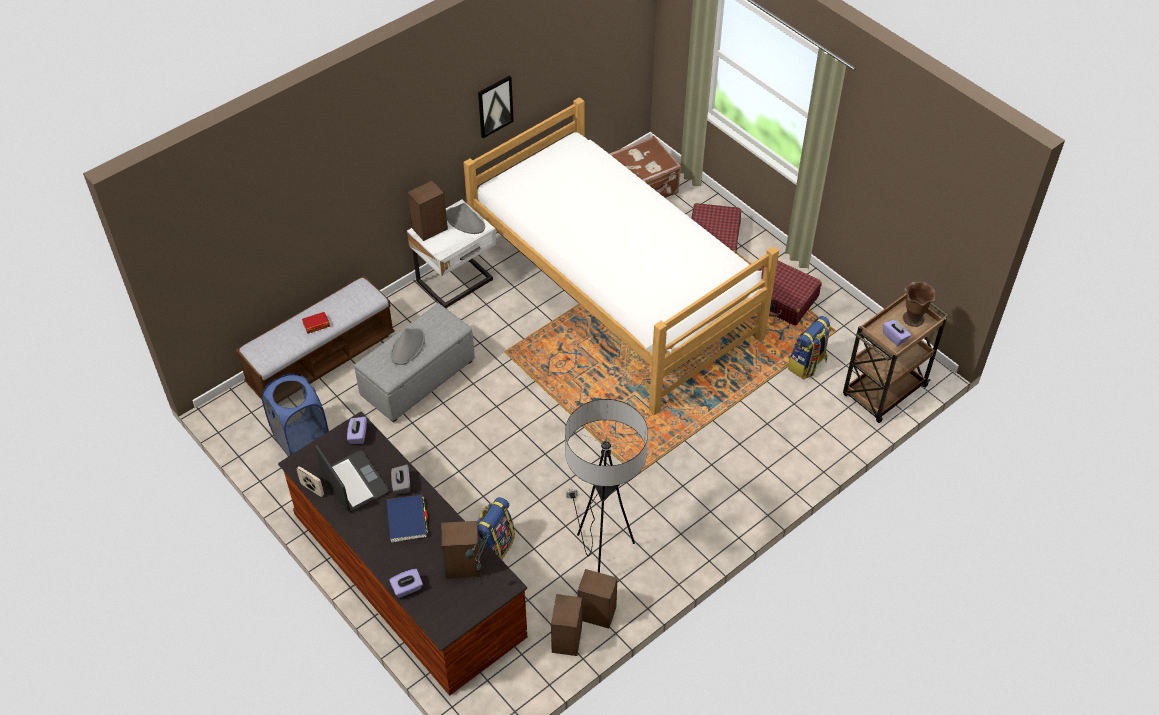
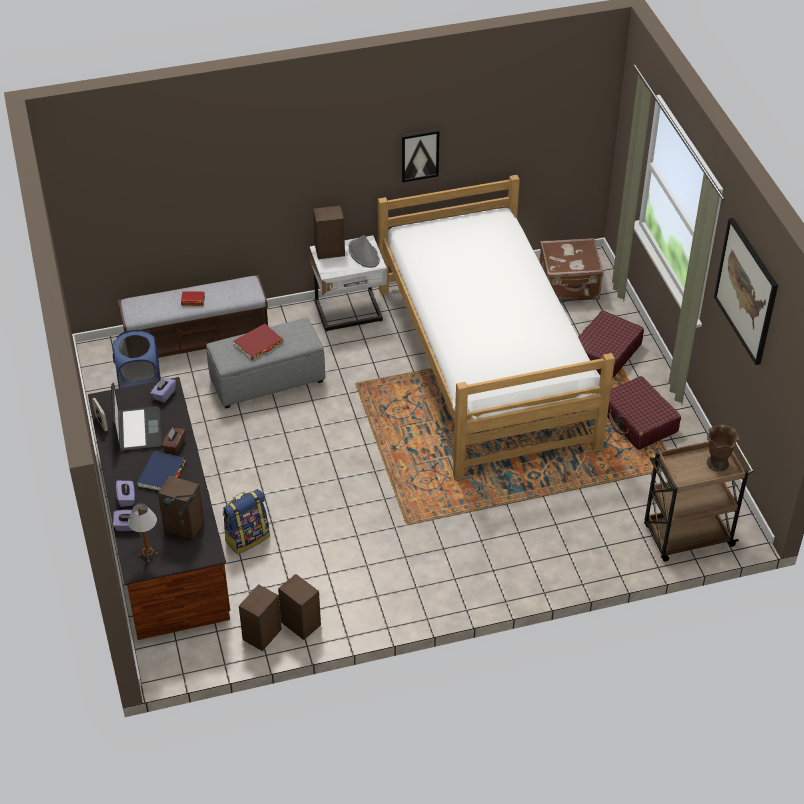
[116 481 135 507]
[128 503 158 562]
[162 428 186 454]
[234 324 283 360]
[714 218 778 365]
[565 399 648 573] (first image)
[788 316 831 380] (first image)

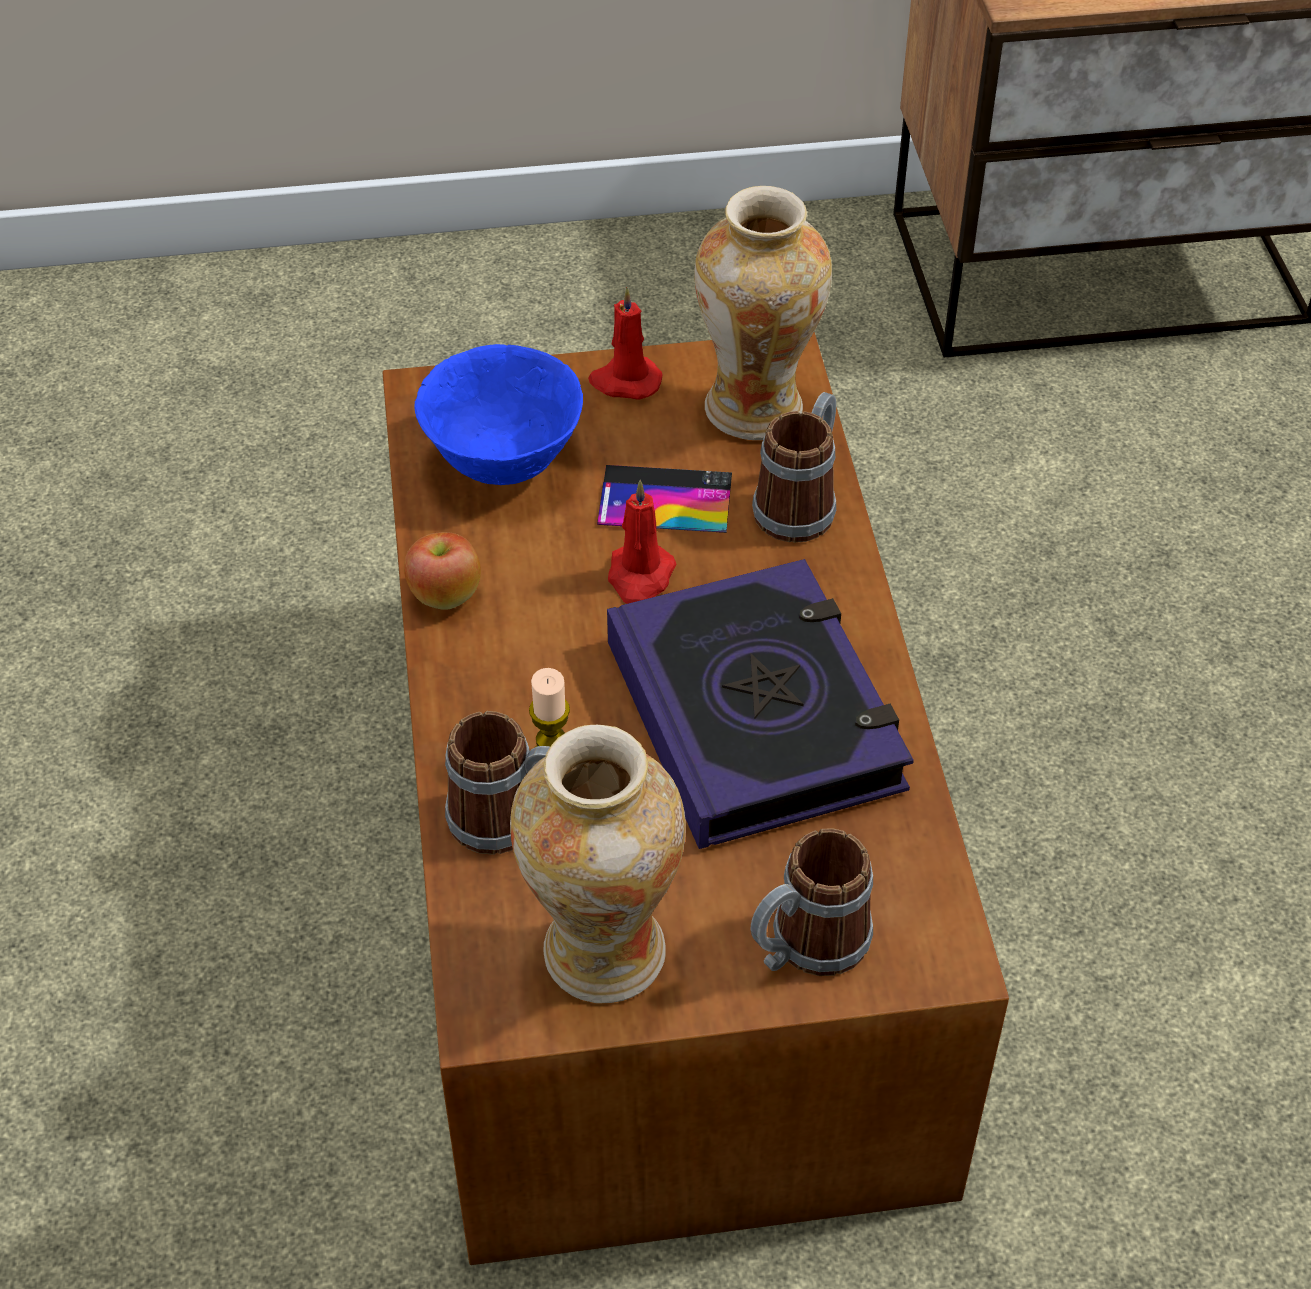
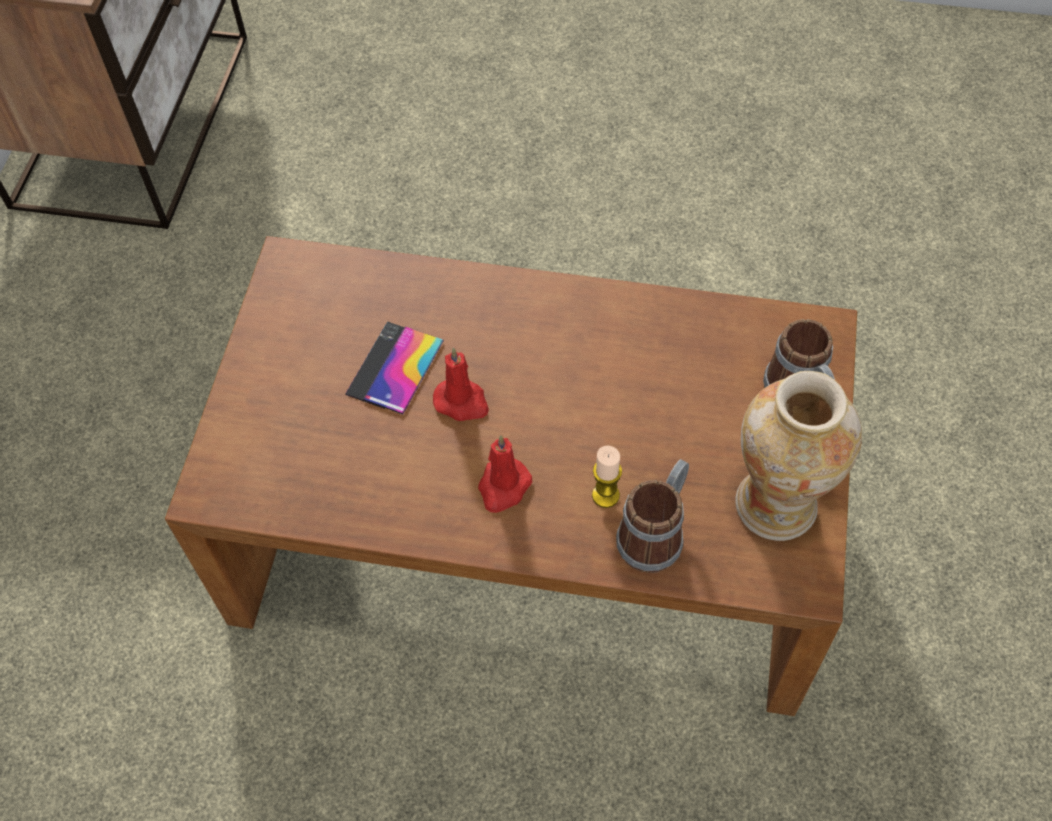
[478 435 532 513]
[404 532 481 610] (first image)
[415 344 583 485] (first image)
[607 559 914 849] (first image)
[695 186 832 440] (first image)
[752 392 836 543] (first image)

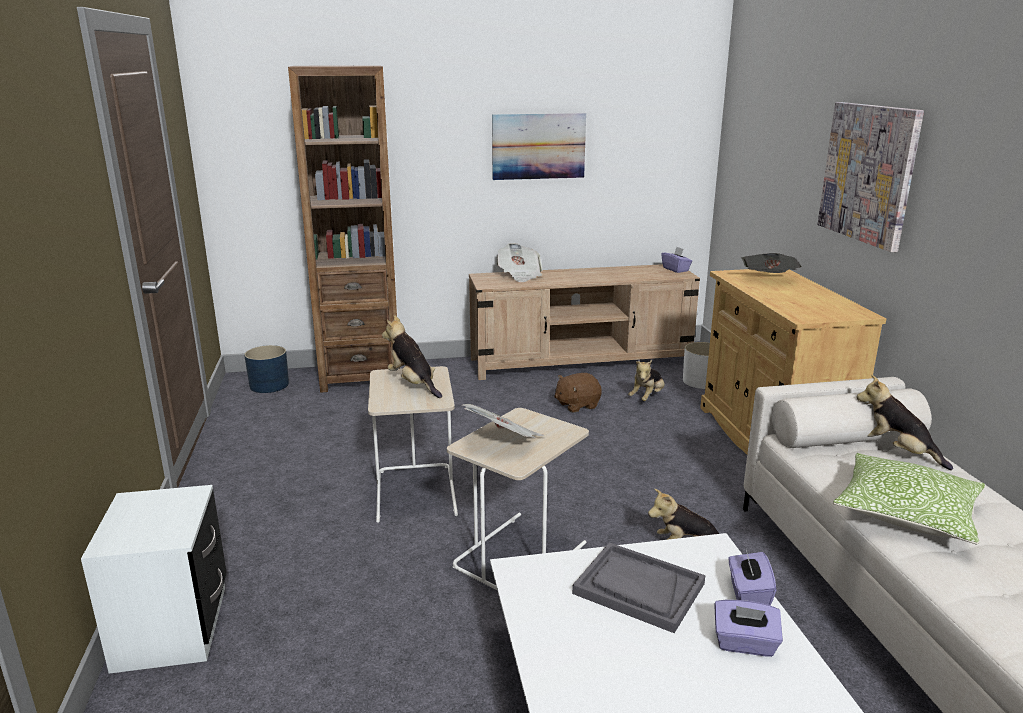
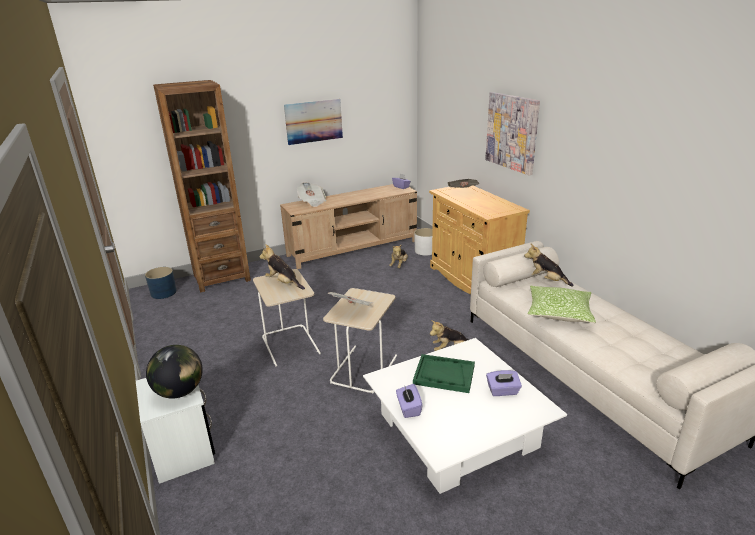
[146 345 203 398]
[396 384 423 418]
[413 354 475 393]
[554 373 602 412] (first image)

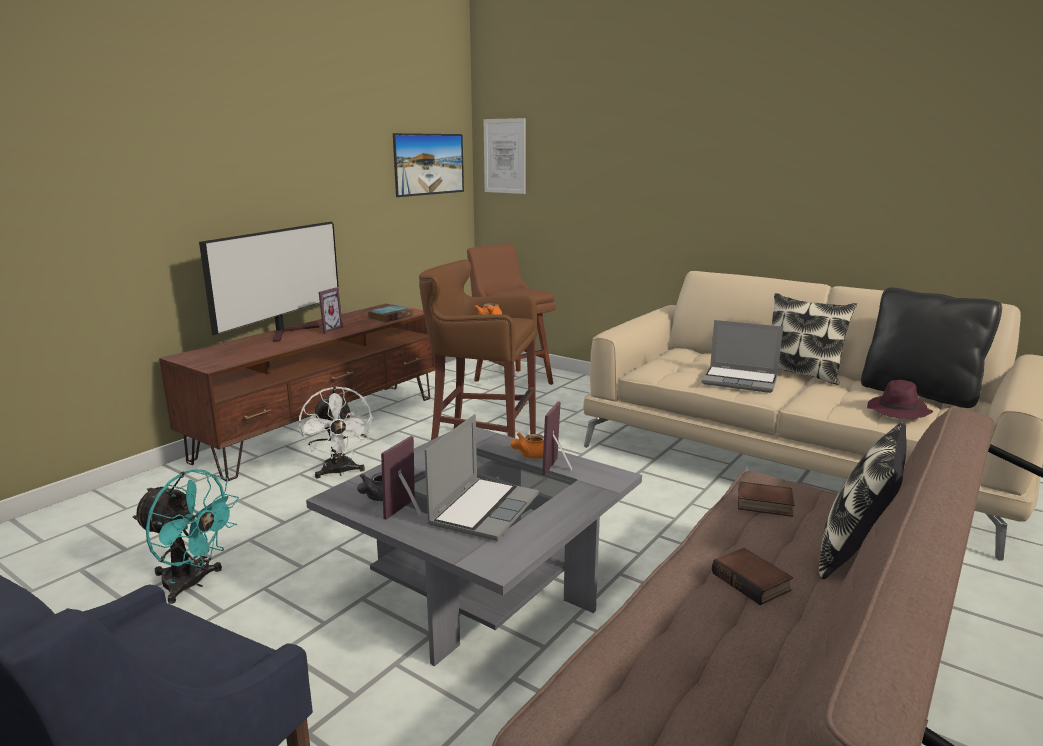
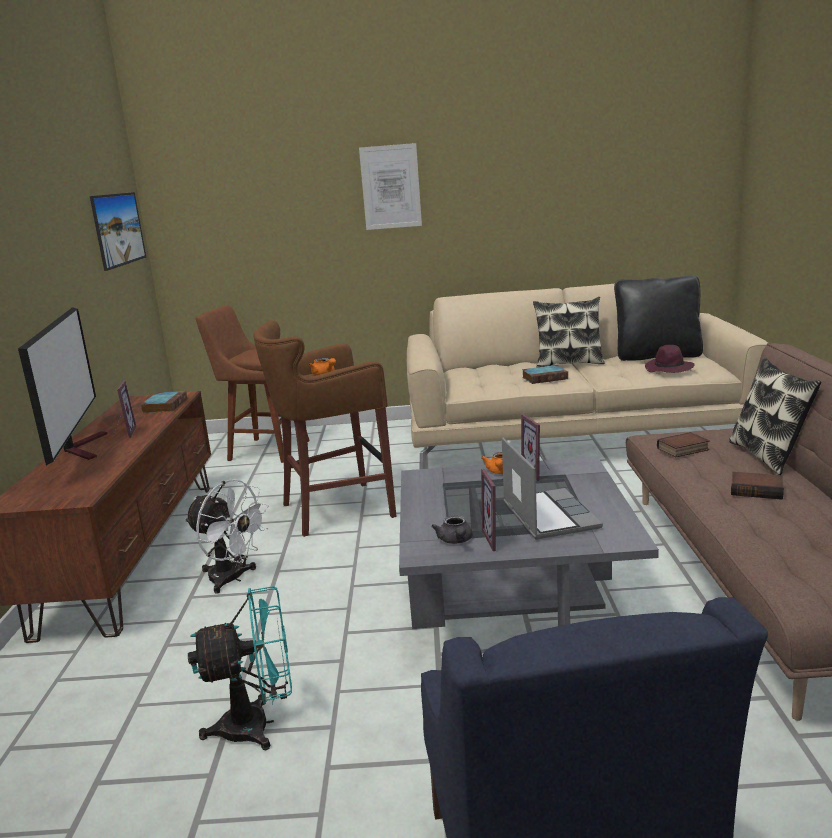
[359 143 422 230]
[522 365 568 384]

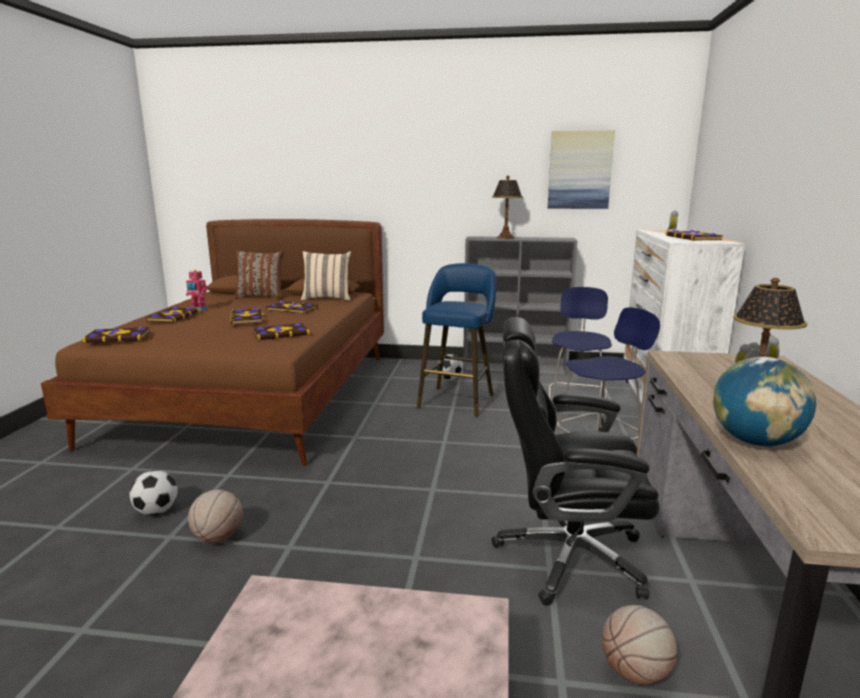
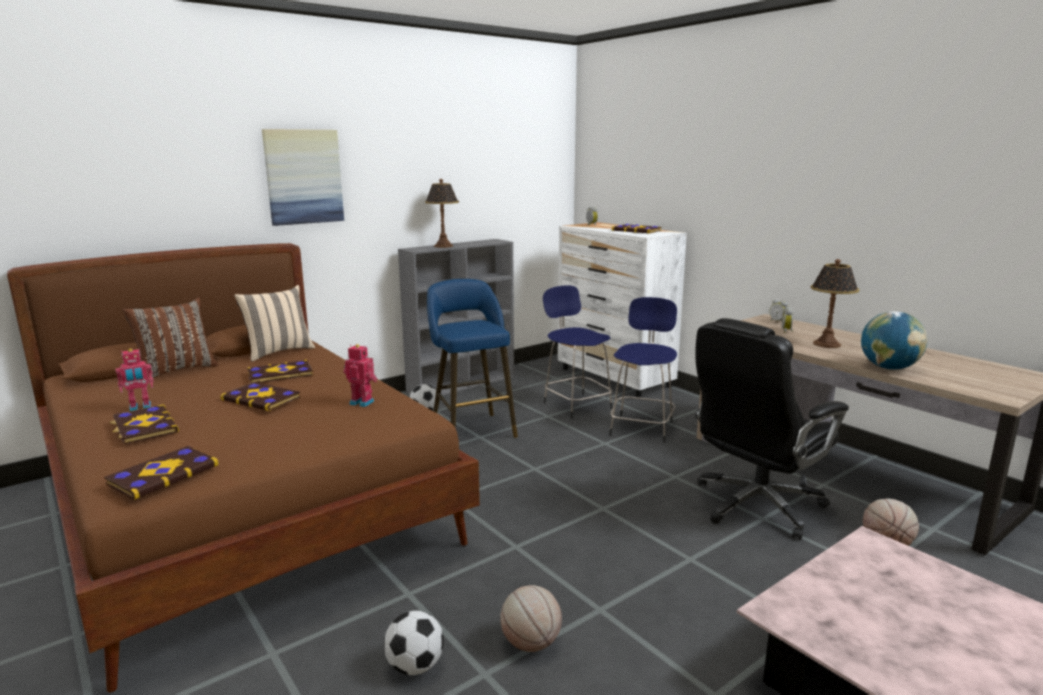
[262 129 344 226]
[343 344 378 407]

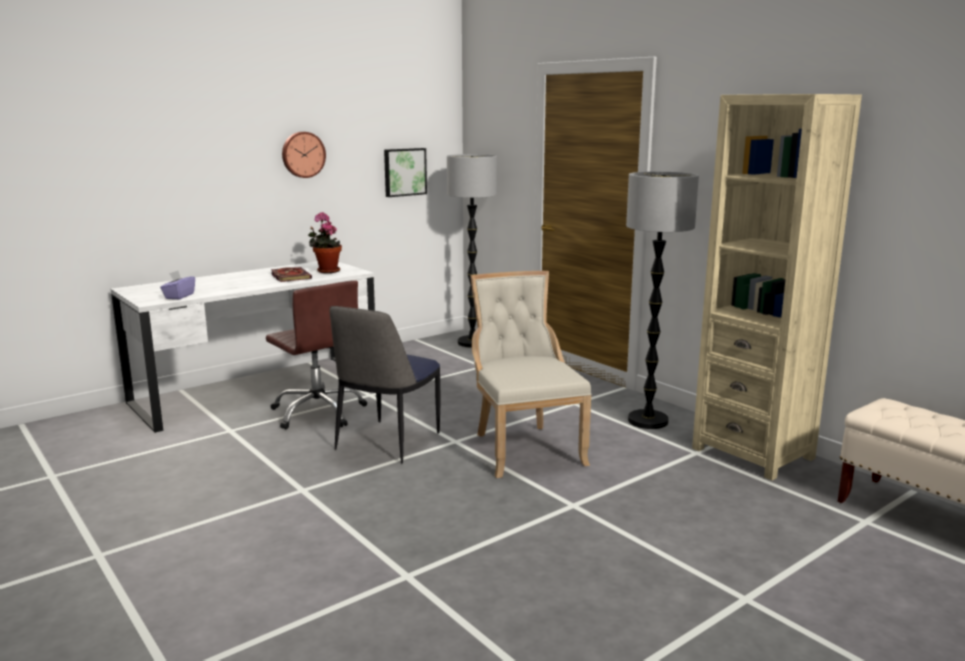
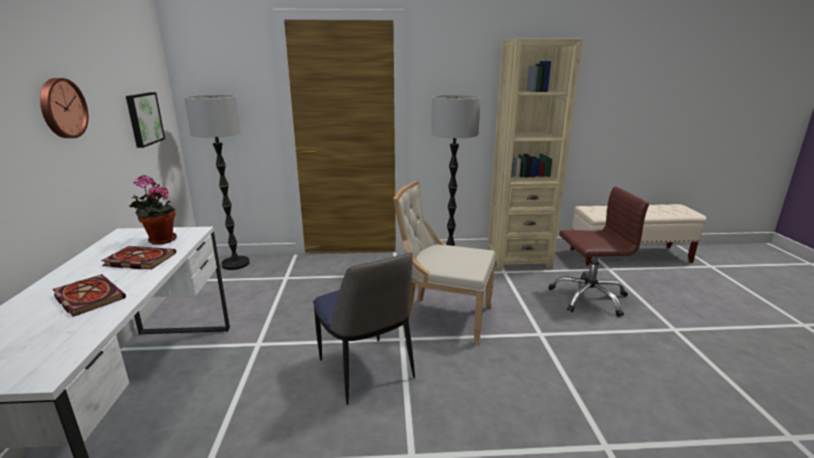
[52 274 126 317]
[549 186 649 317]
[160 270 195 299] (first image)

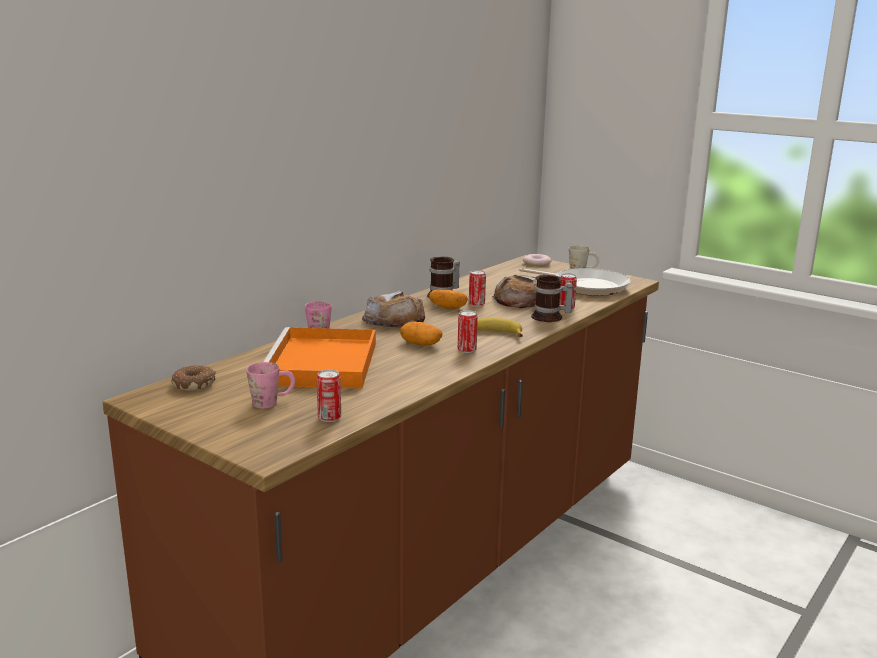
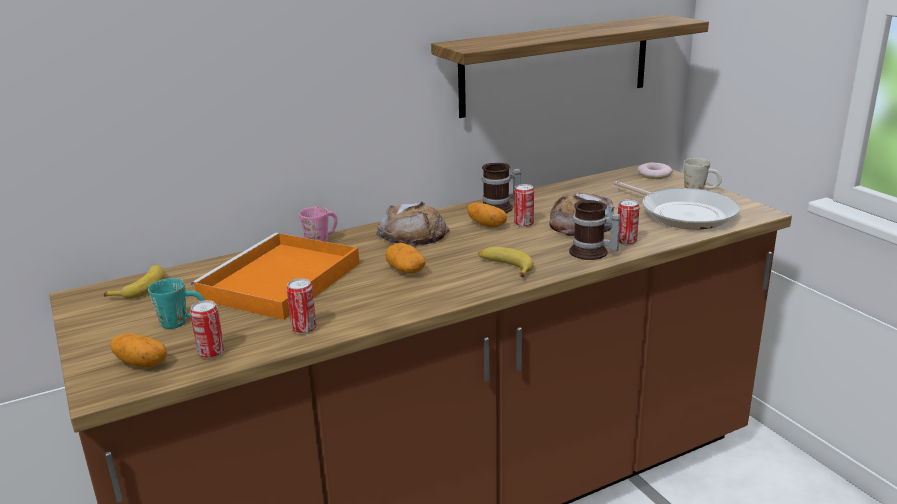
[104 265 164 299]
[110 333 167 368]
[148 278 205 329]
[287 278 317 334]
[431 15 709 118]

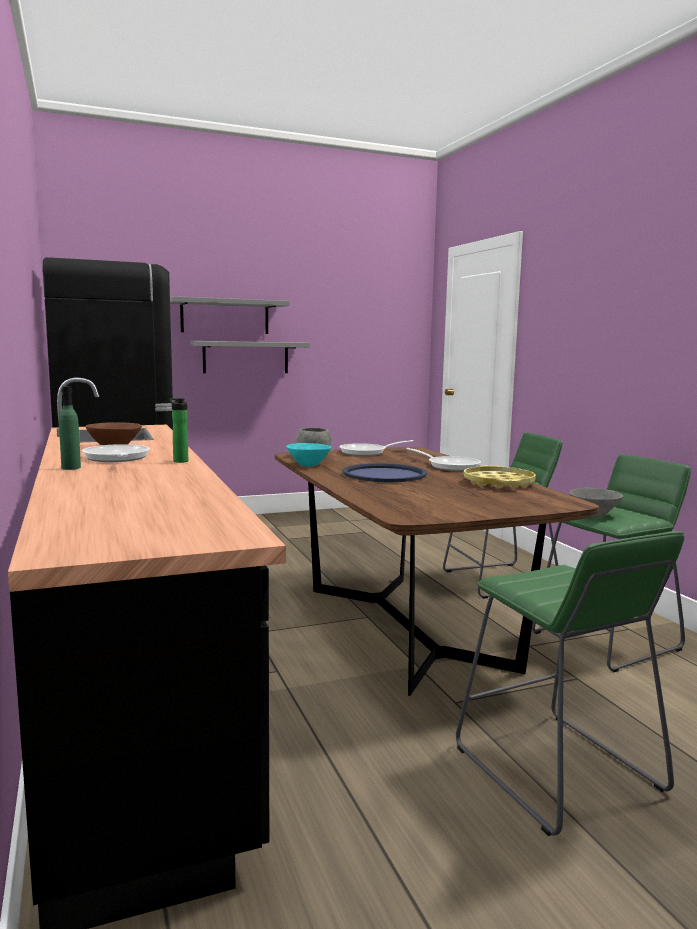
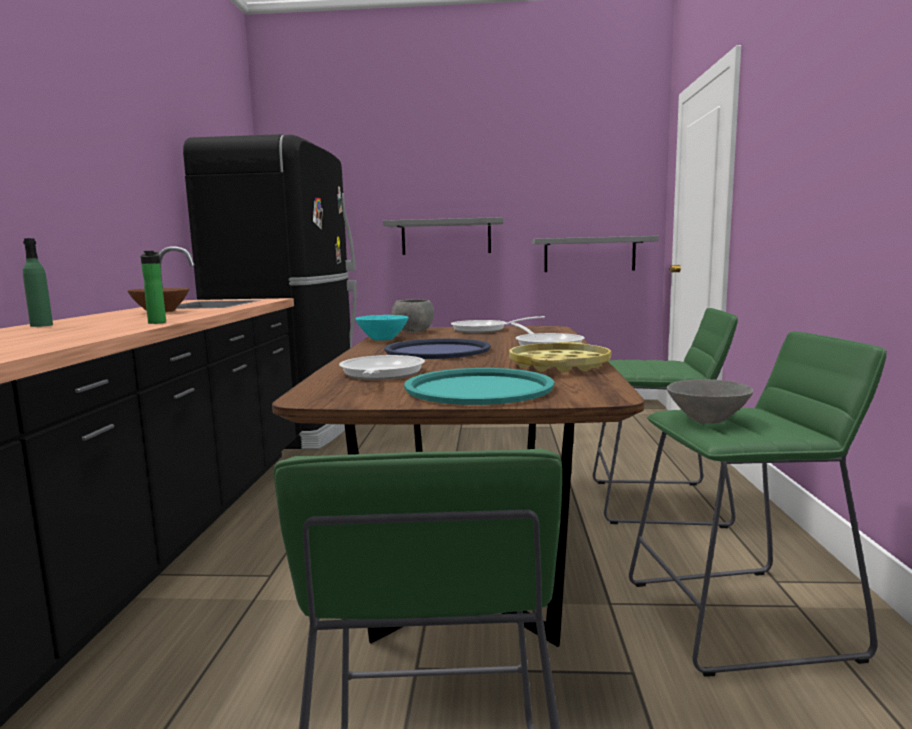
[339 355 425 380]
[404 368 554 405]
[532 236 659 272]

